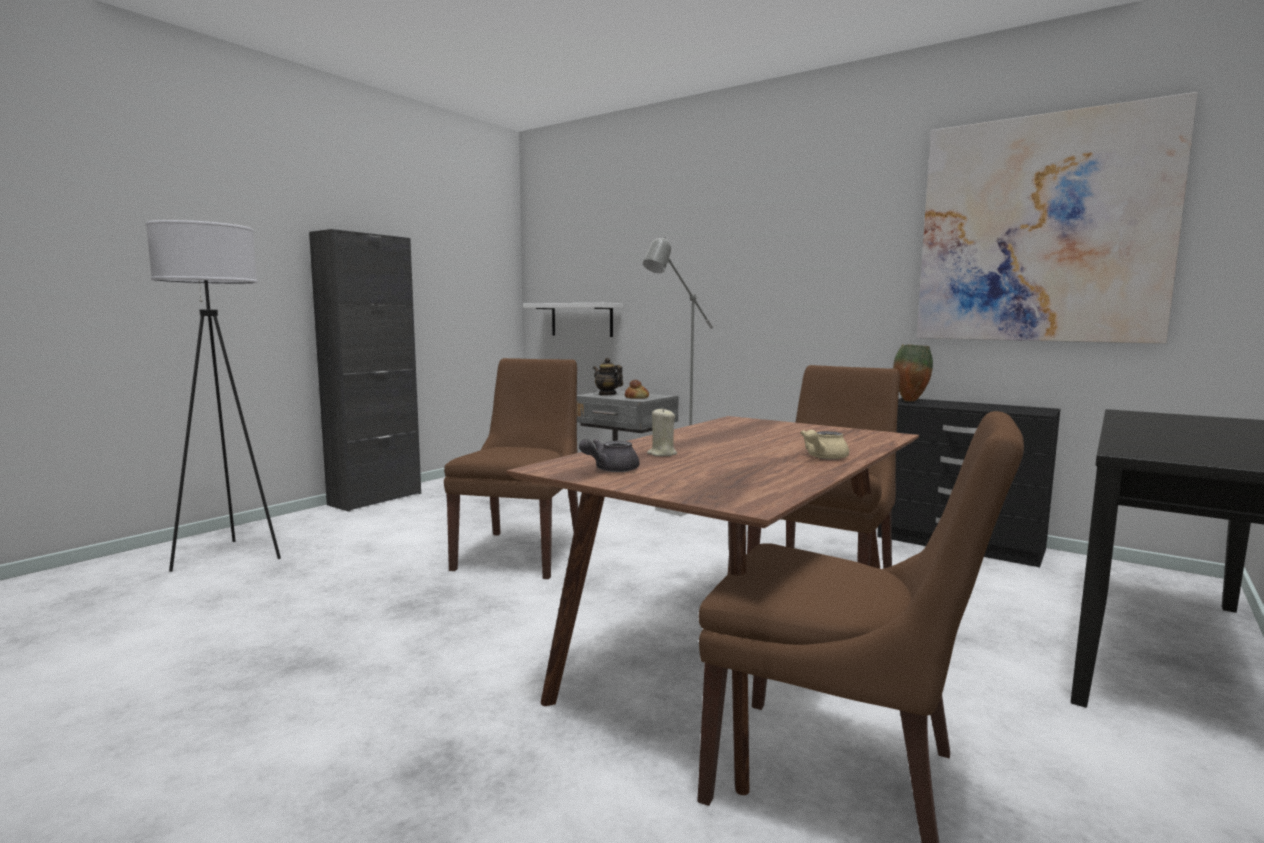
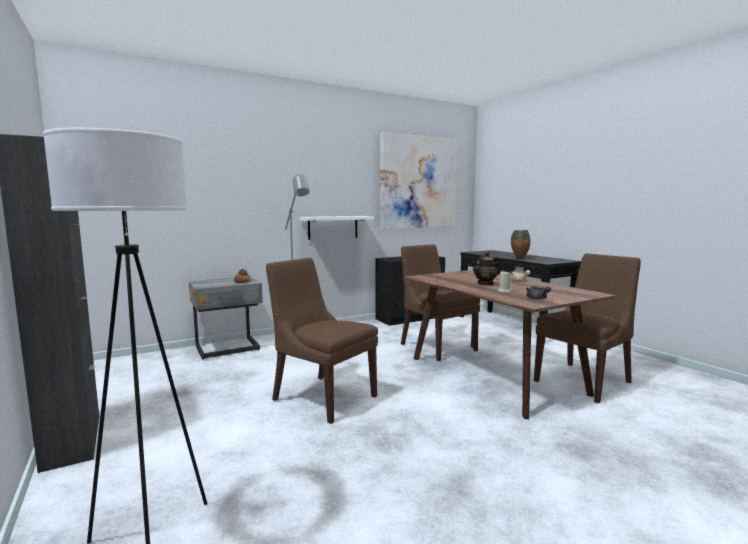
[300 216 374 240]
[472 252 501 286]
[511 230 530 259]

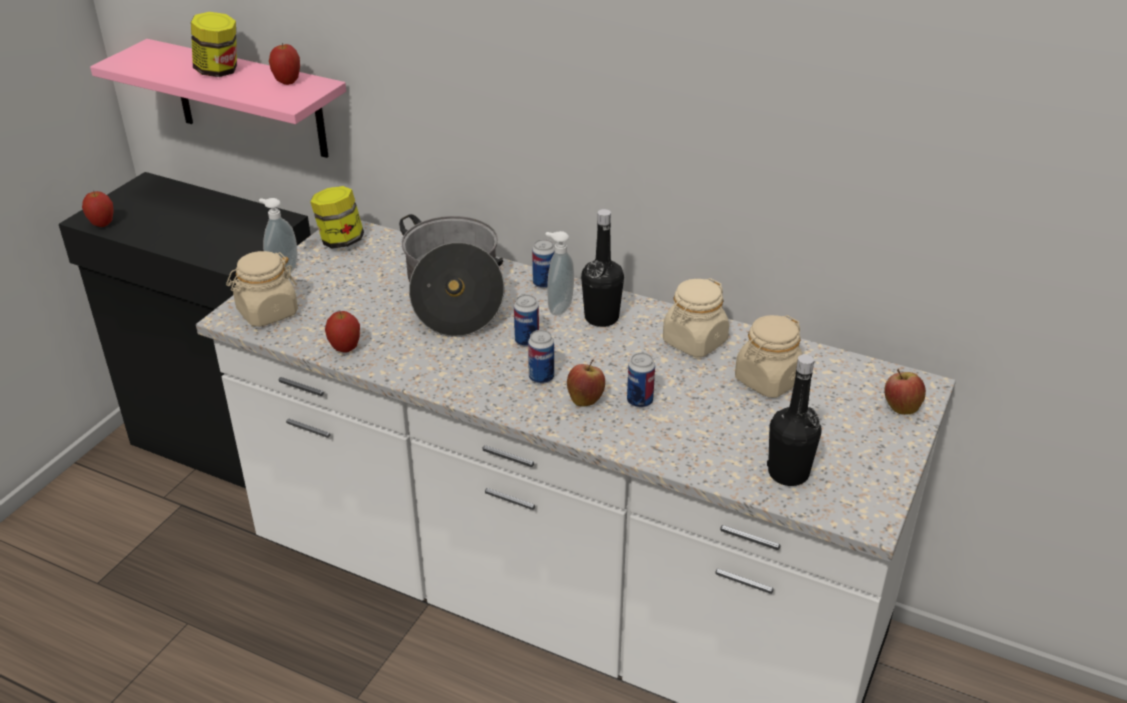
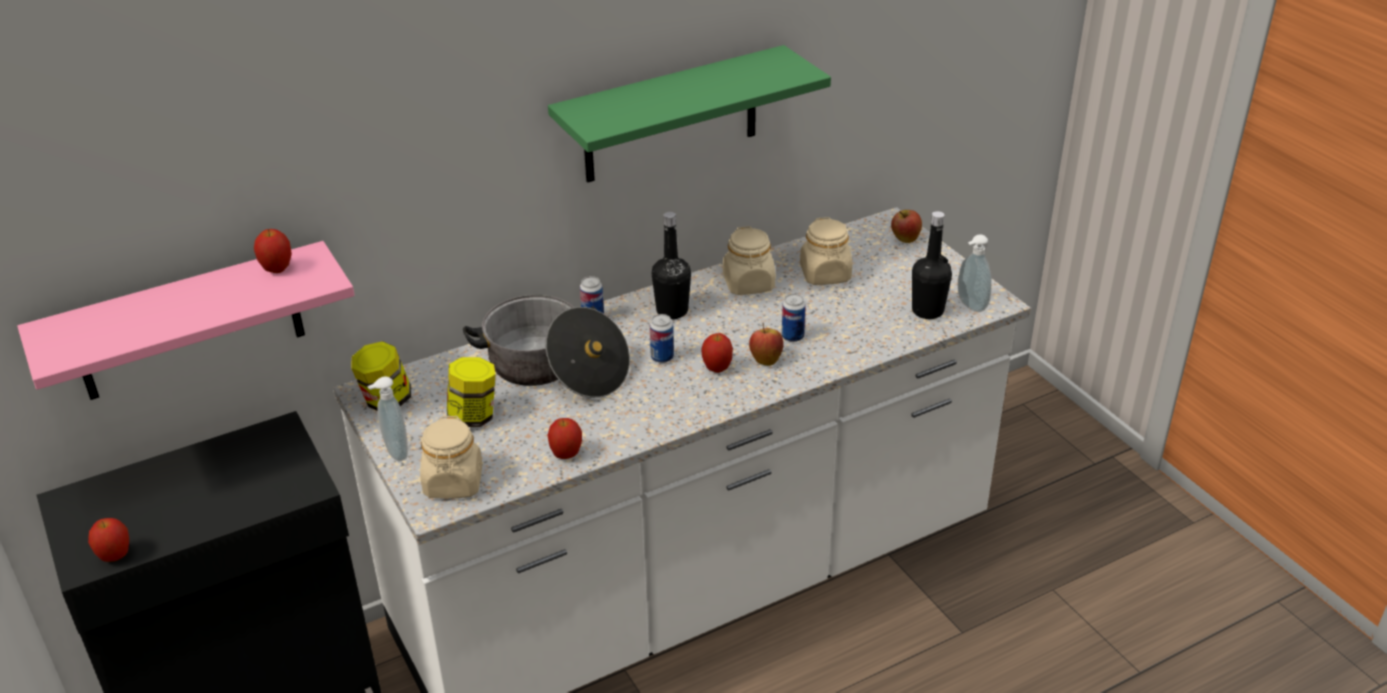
[447 357 496 427]
[548 45 831 182]
[701 333 733 373]
[958 234 992 312]

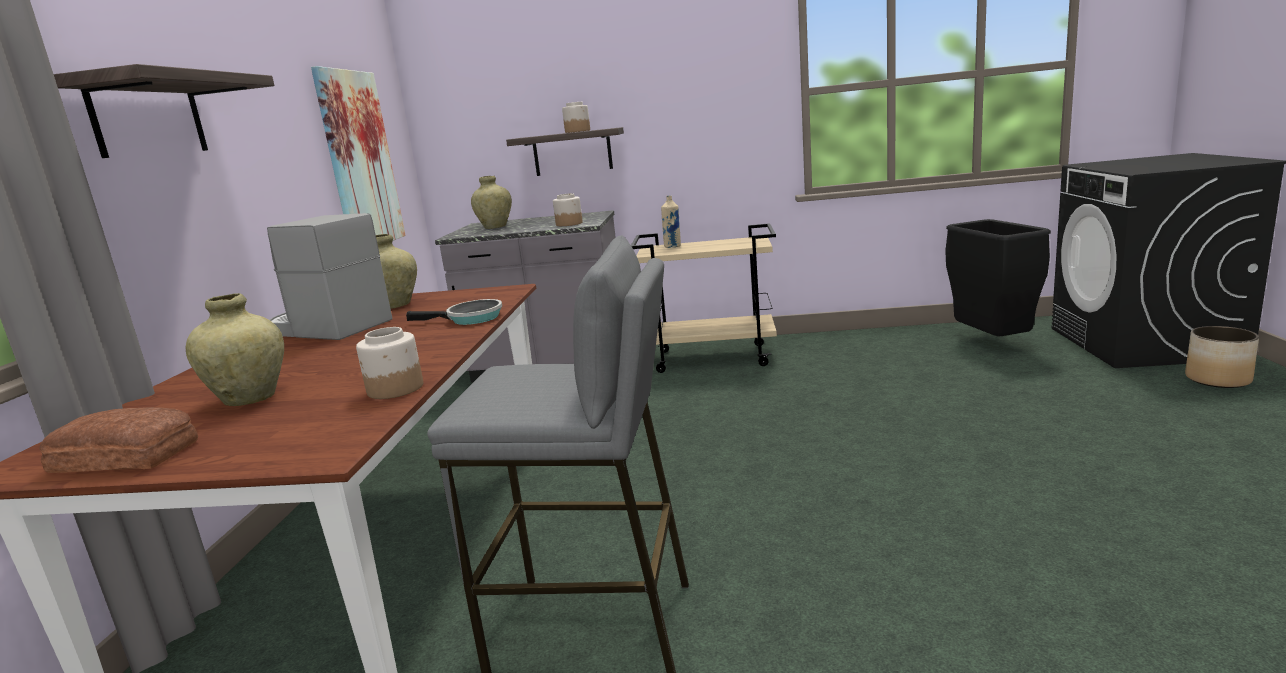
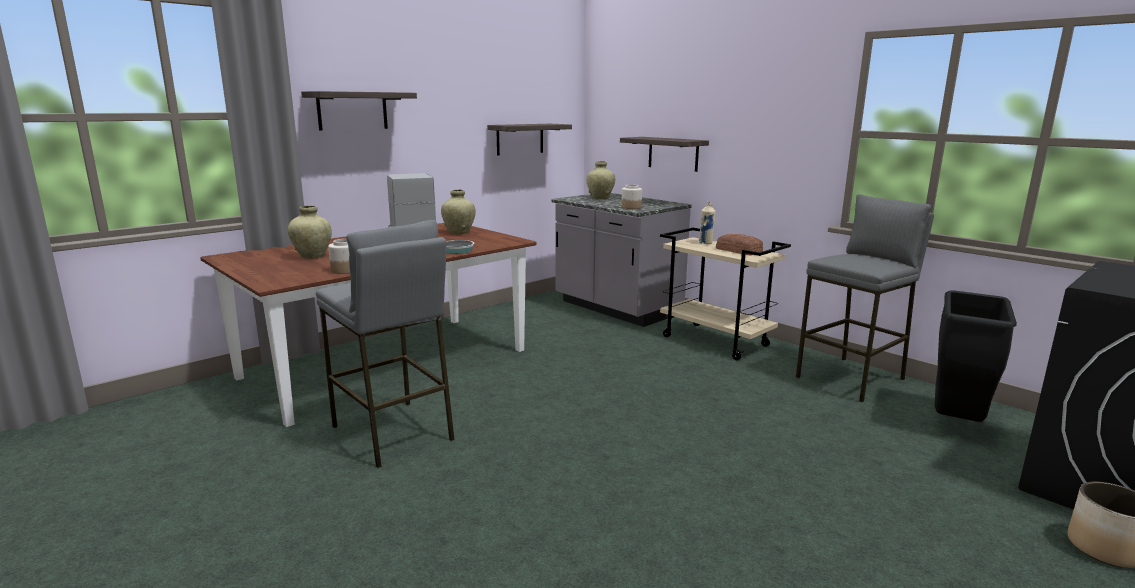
[487 124 572 156]
[716 234 763 255]
[796 194 934 402]
[562 102 590 133] (first image)

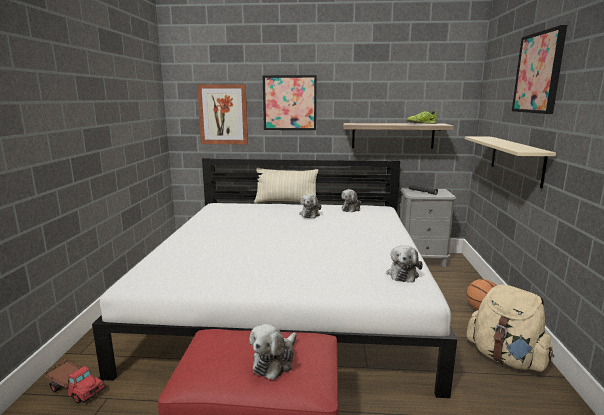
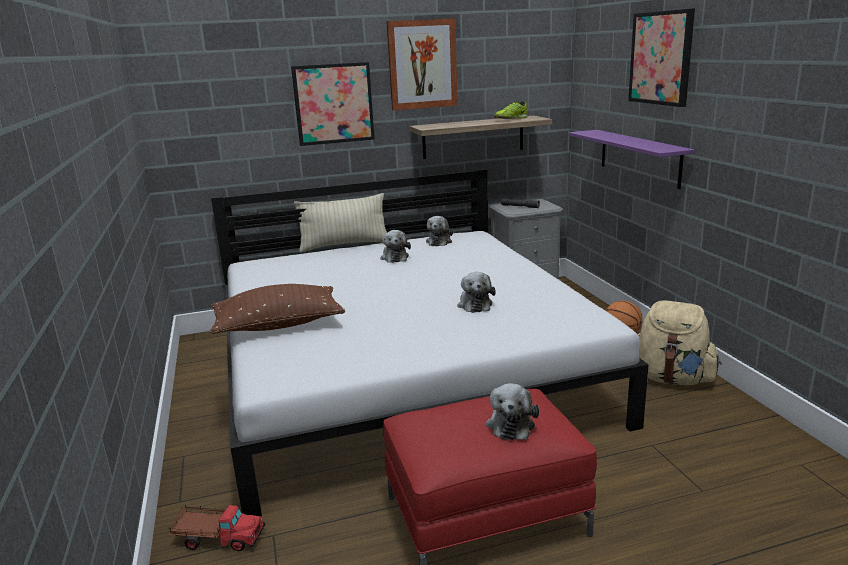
[210 284 345 334]
[386 18 458 111]
[457 272 496 313]
[569 130 695 189]

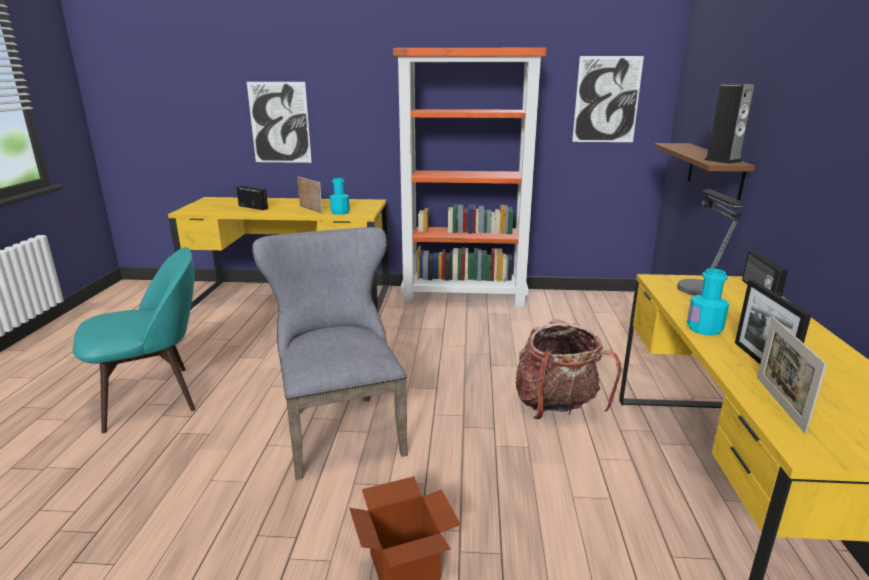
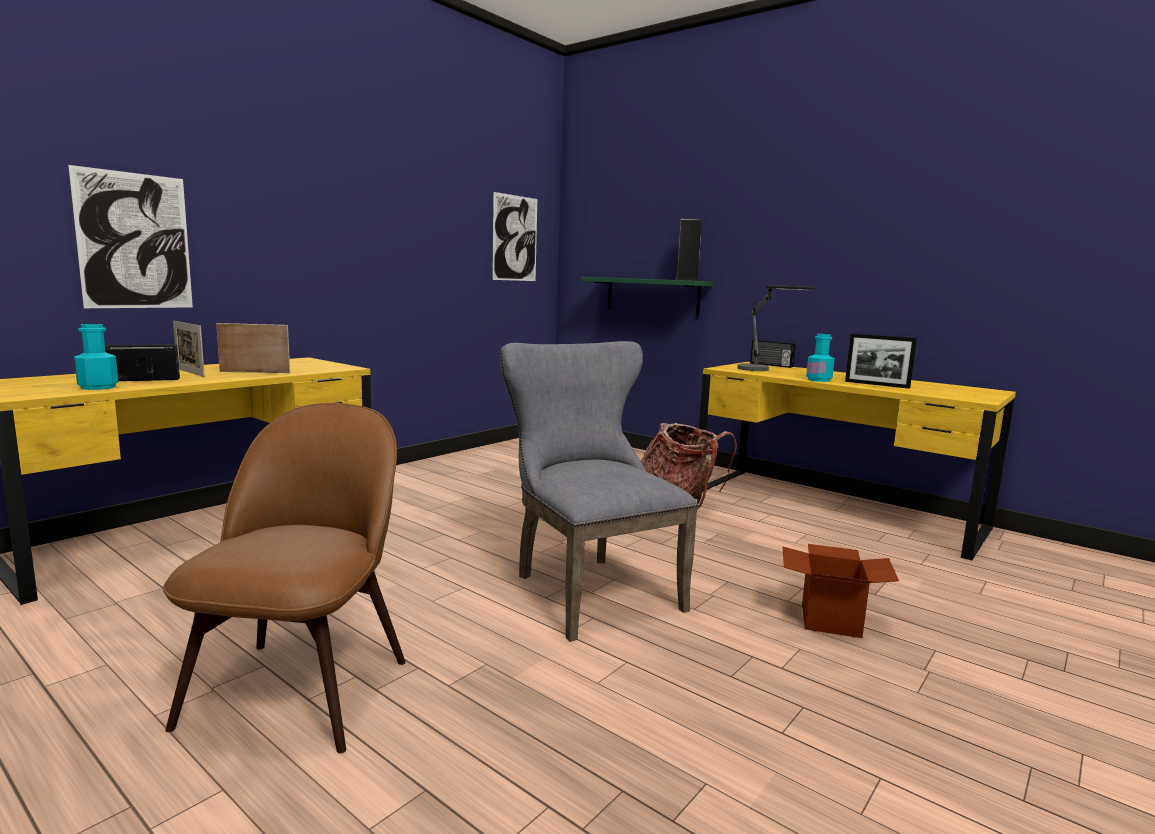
[74 324 118 390]
[163 403 406 753]
[173 321 205 377]
[500 341 698 642]
[581 277 713 316]
[393 48 547 307] (first image)

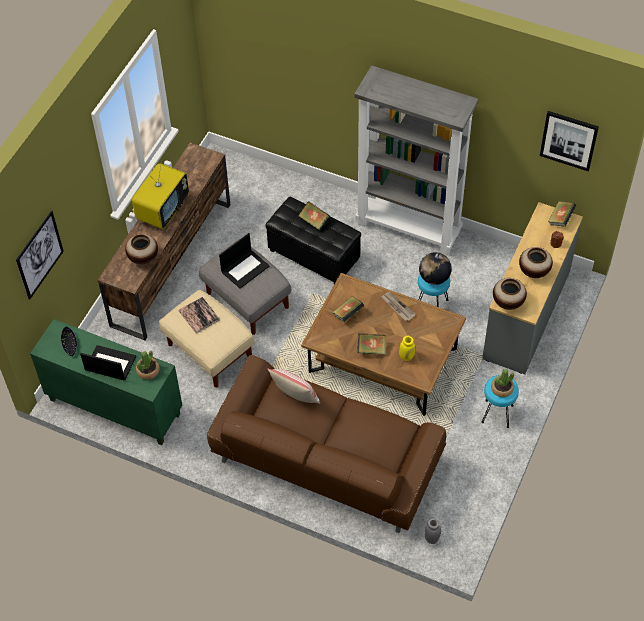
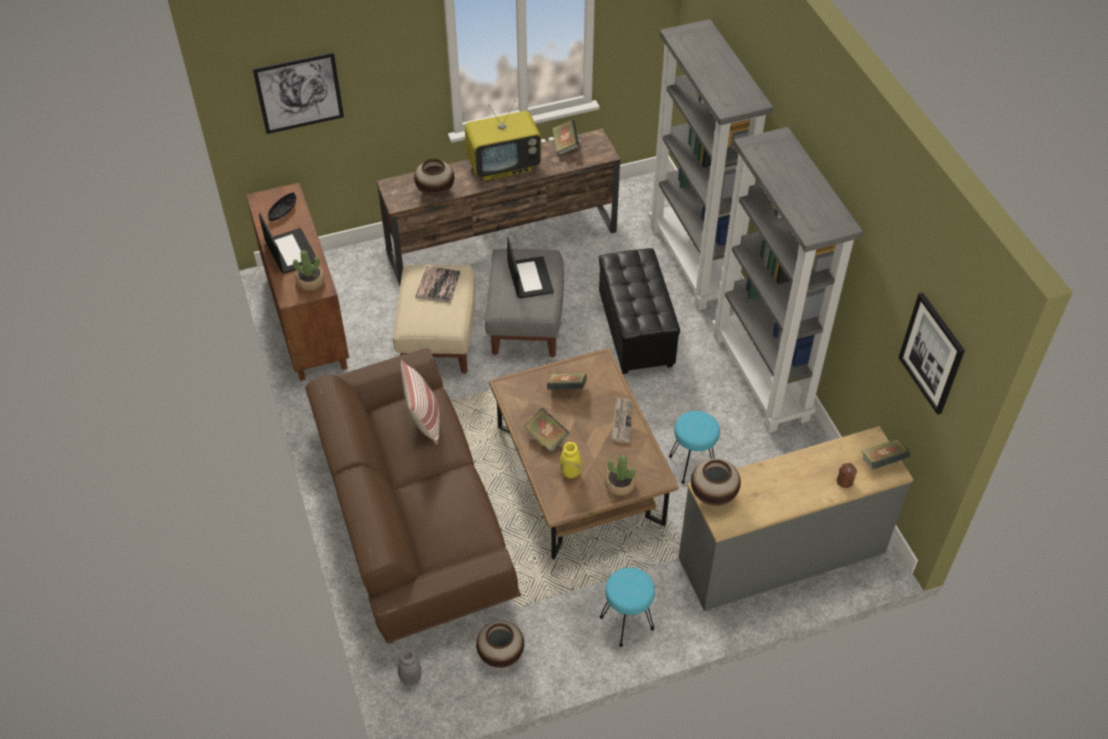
[246 183 349 381]
[476 620 524 668]
[507 237 554 299]
[552 119 580 156]
[604 455 636 496]
[649 19 773 311]
[419 252 452 285] (first image)

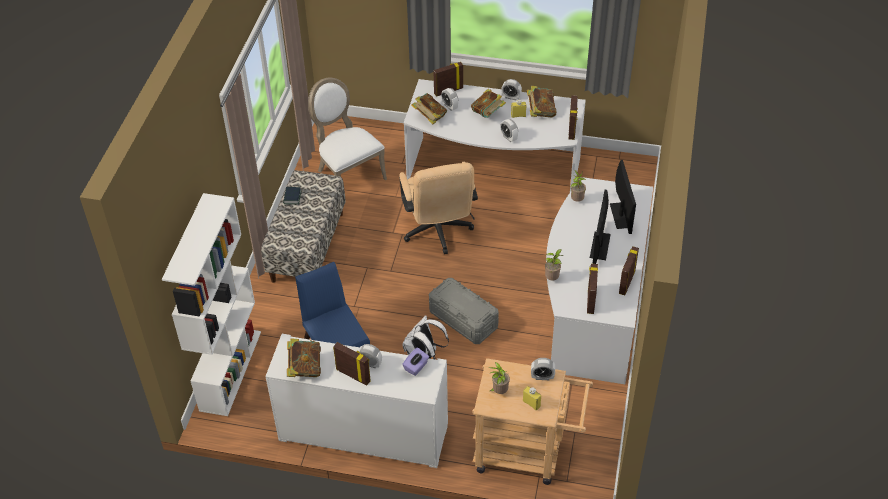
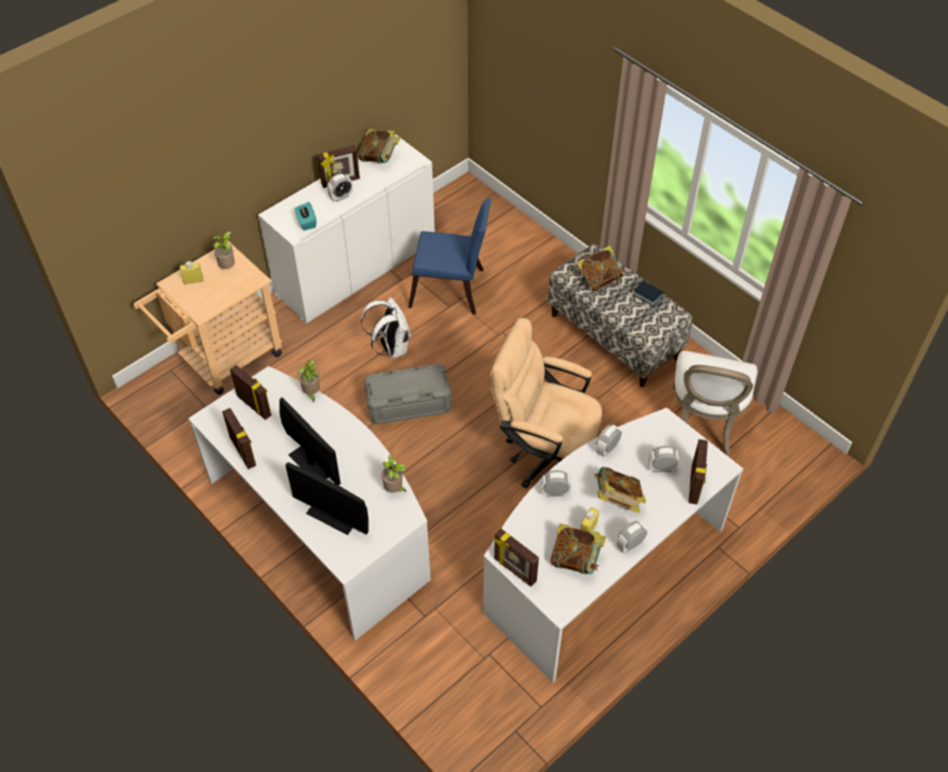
[294 202 316 230]
[577 245 625 291]
[596 425 622 457]
[672 351 758 455]
[162 193 261 416] (first image)

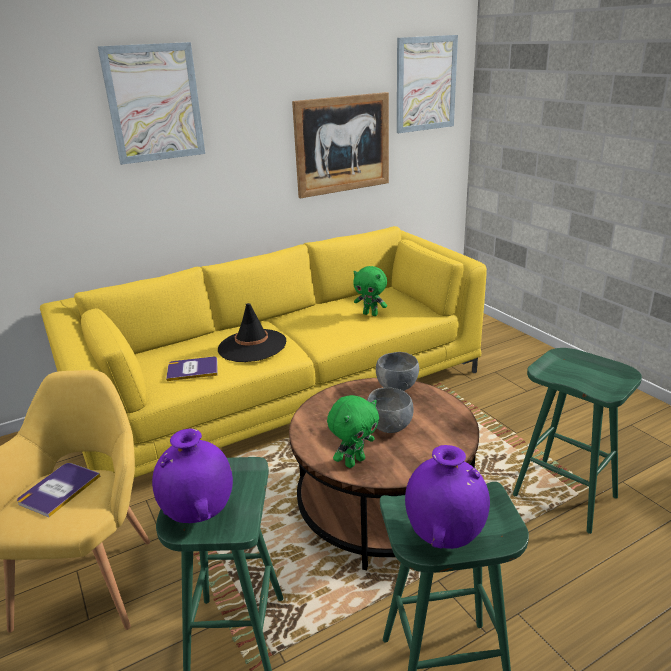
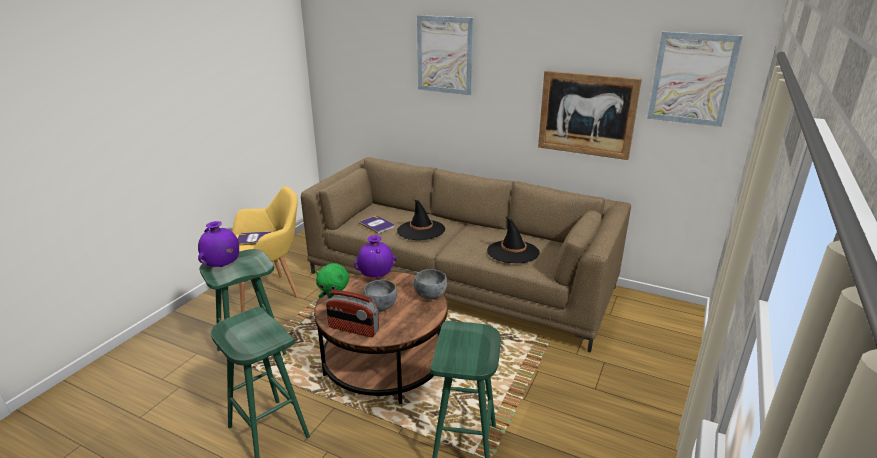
[301 157 631 353]
[326 290 379 337]
[354 235 397 278]
[487 216 540 263]

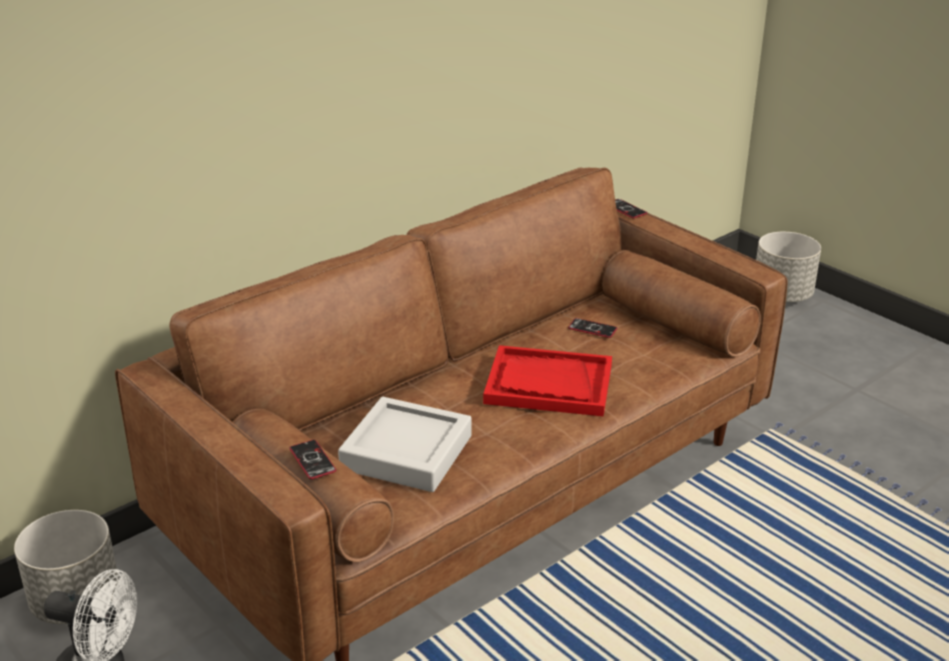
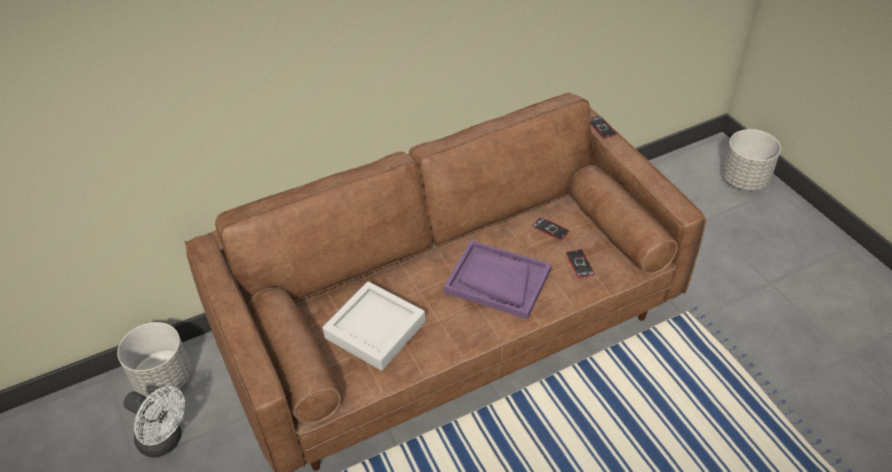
[444 240 552 319]
[566 249 595 278]

